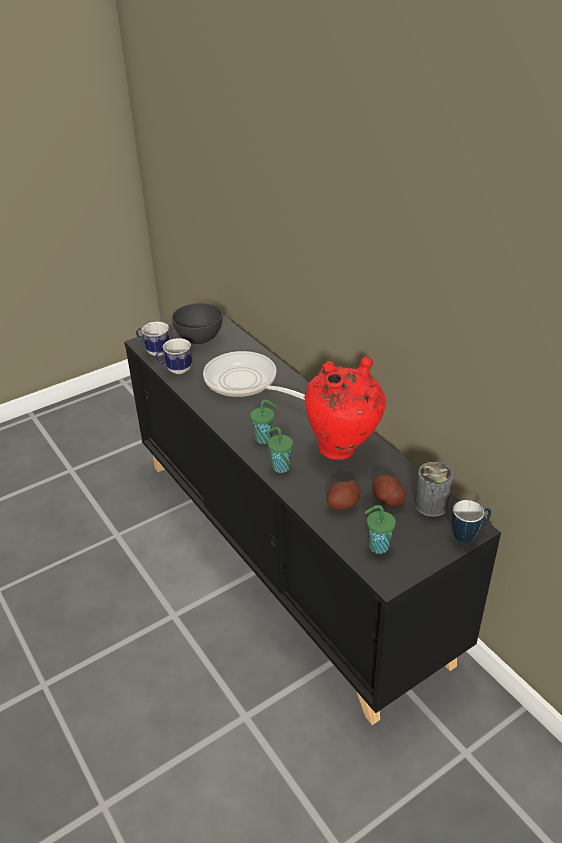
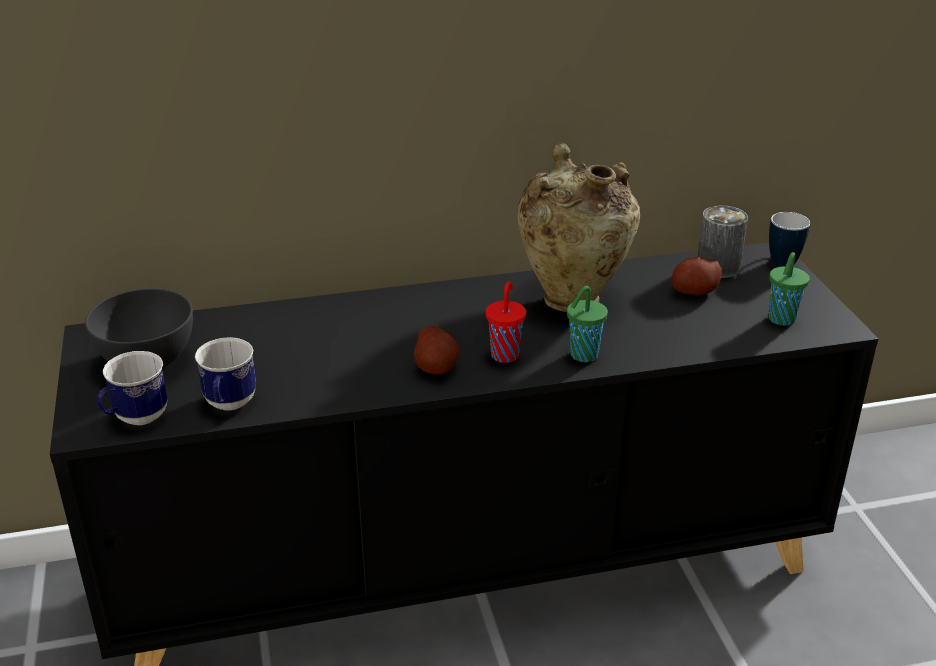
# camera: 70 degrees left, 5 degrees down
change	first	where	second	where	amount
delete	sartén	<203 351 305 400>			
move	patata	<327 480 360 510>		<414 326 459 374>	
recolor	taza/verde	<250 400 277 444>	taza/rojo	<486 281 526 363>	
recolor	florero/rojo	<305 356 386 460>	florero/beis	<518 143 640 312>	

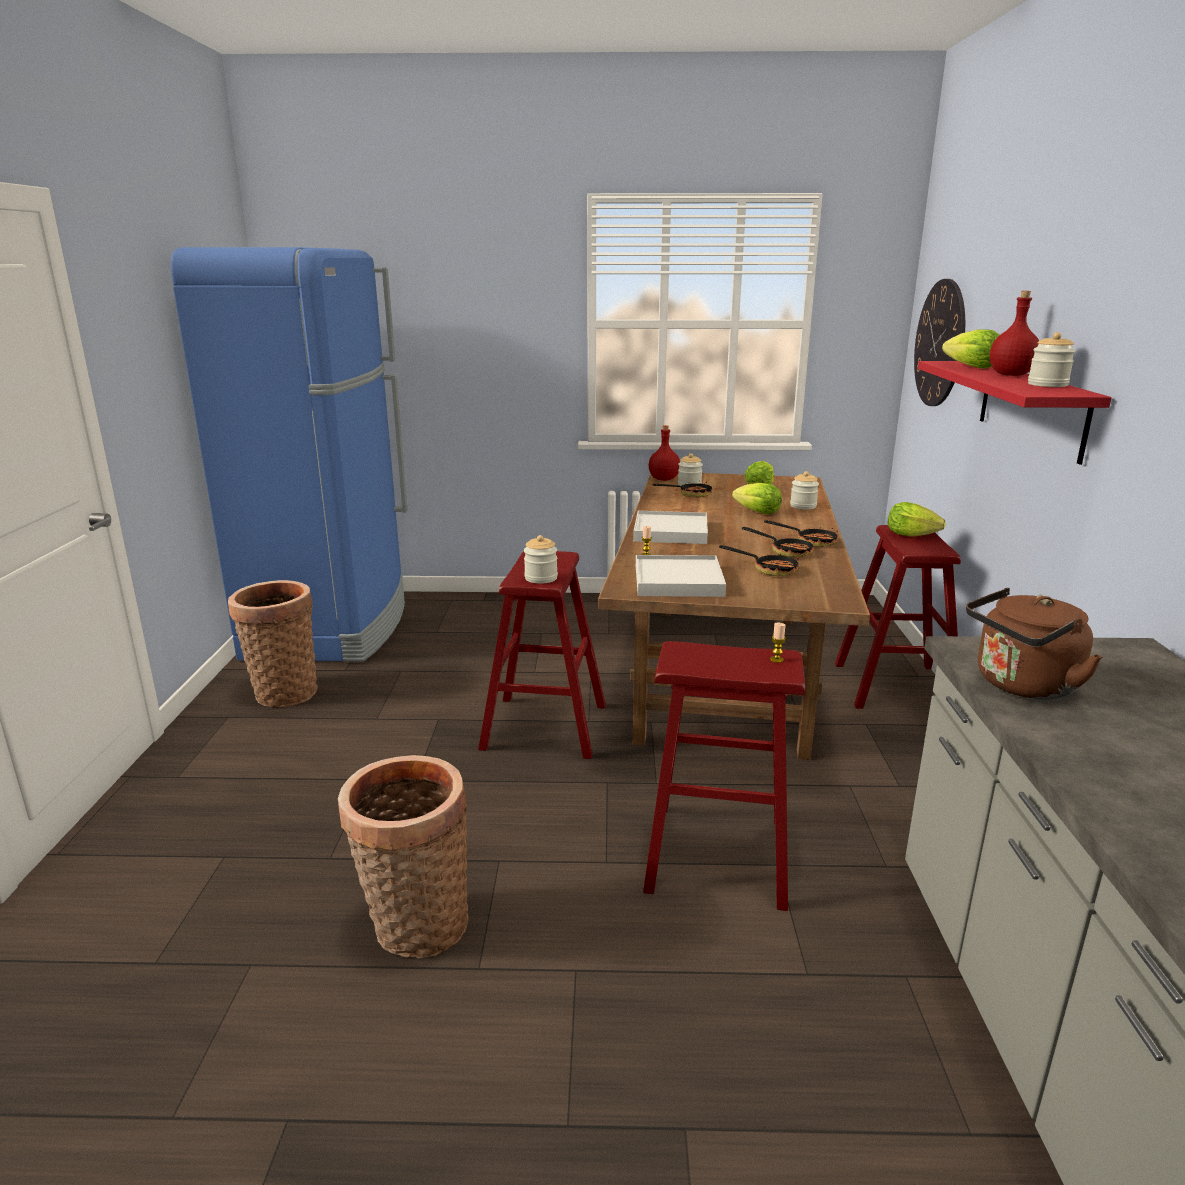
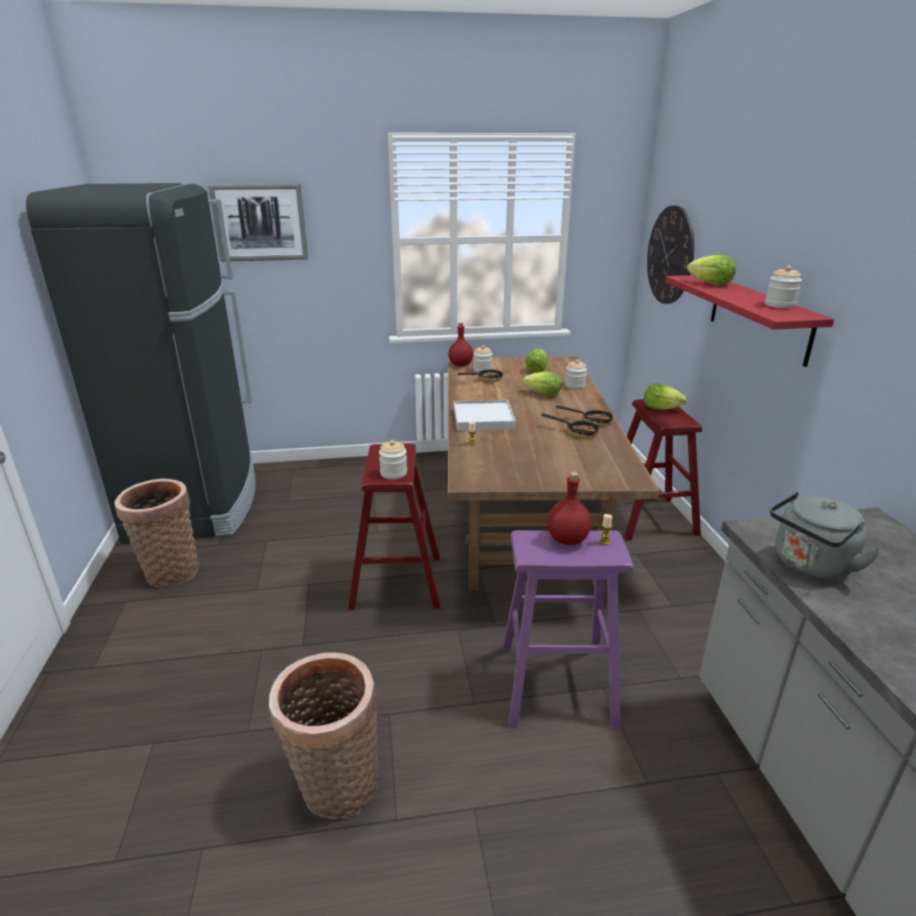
# camera: 10 degrees left, 5 degrees up
change	first	where	second	where	amount
delete	bandeja/blanco	<636 555 726 597>			
delete	sartén	<719 545 799 576>			
insert			cuadro	<208 184 308 262>	
move	botella/rojo	<990 291 1039 376>		<547 472 591 545>	
recolor	nevera/azul	<171 247 408 662>	nevera/negro	<26 183 256 544>	
recolor	taburete/rojo	<643 641 805 911>	taburete/morado	<502 530 634 729>	
recolor	hervidor/marrón	<966 588 1102 699>	hervidor/gris	<770 492 881 580>	

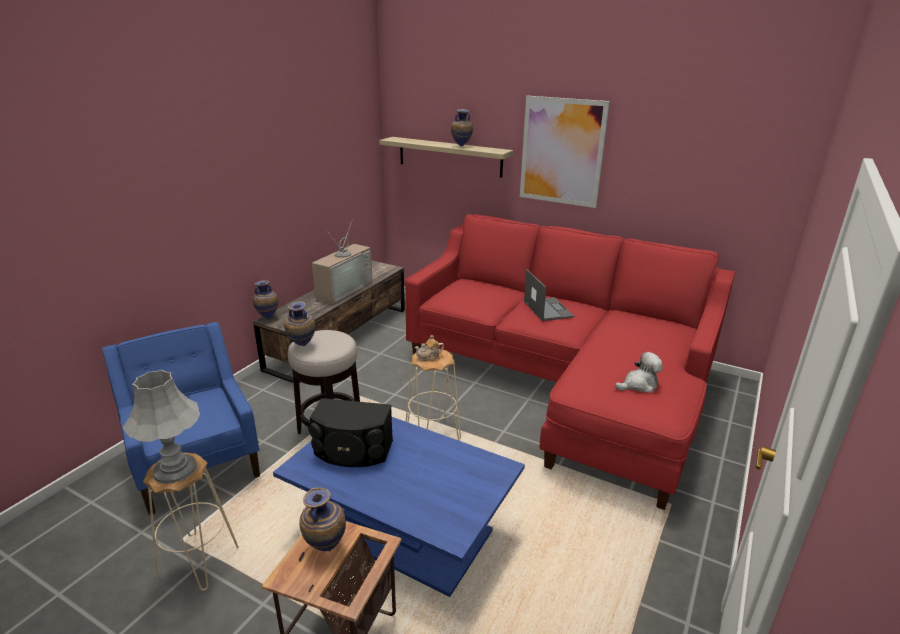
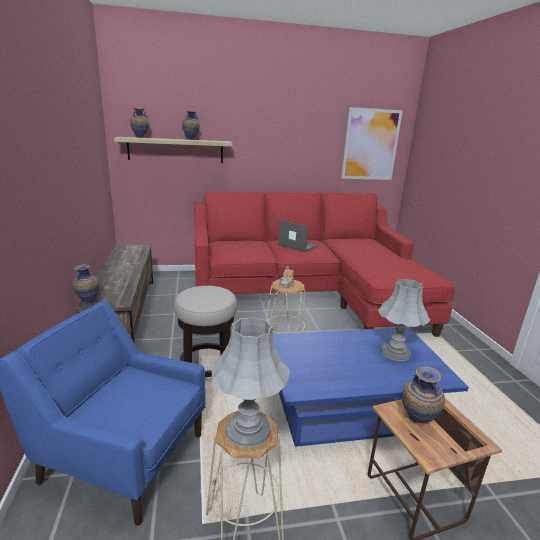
# camera: 40 degrees left, 5 degrees down
change	first	where	second	where	amount
delete	altavoz/negro	<308 398 393 467>			
delete	televisor	<312 219 373 304>			
delete	peluche	<615 352 663 393>			
insert			lámpara de mesa/gris	<378 279 430 361>	
move	florero	<284 301 316 346>		<130 108 149 138>	
move	cuadro	<520 96 610 208>		<341 107 403 180>	

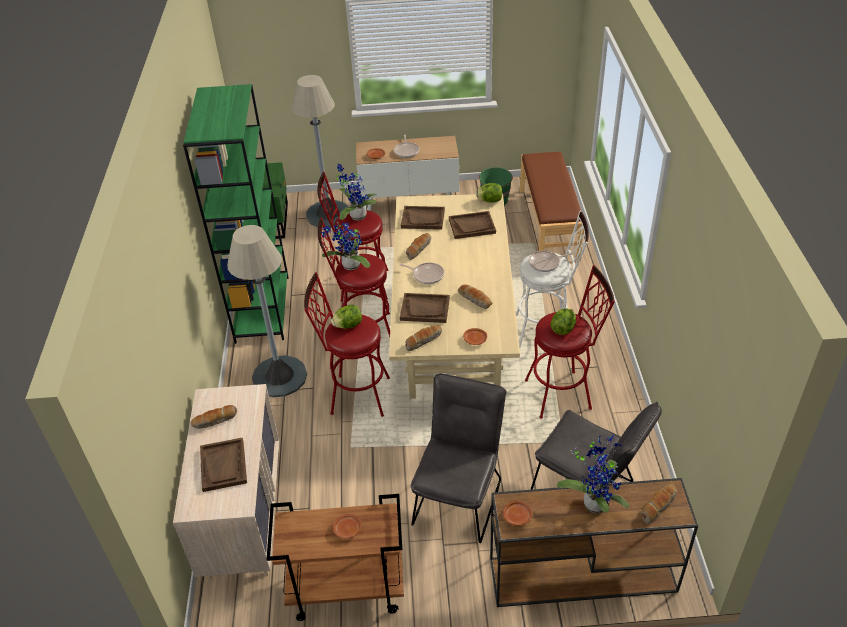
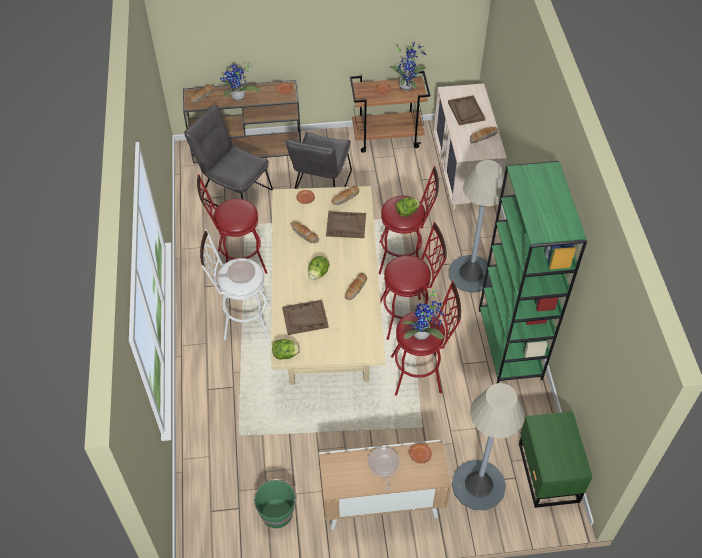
# camera: 175 degrees right, 10 degrees up
change	first	where	second	where	amount
delete	sartén	<400 262 444 284>			
delete	bandeja/marrón	<401 206 445 230>			
delete	banco/marrón	<520 152 584 261>			
move	planta en maceta	<321 222 370 270>		<389 42 426 91>	
move	lechuga	<550 308 576 335>		<308 256 330 280>	

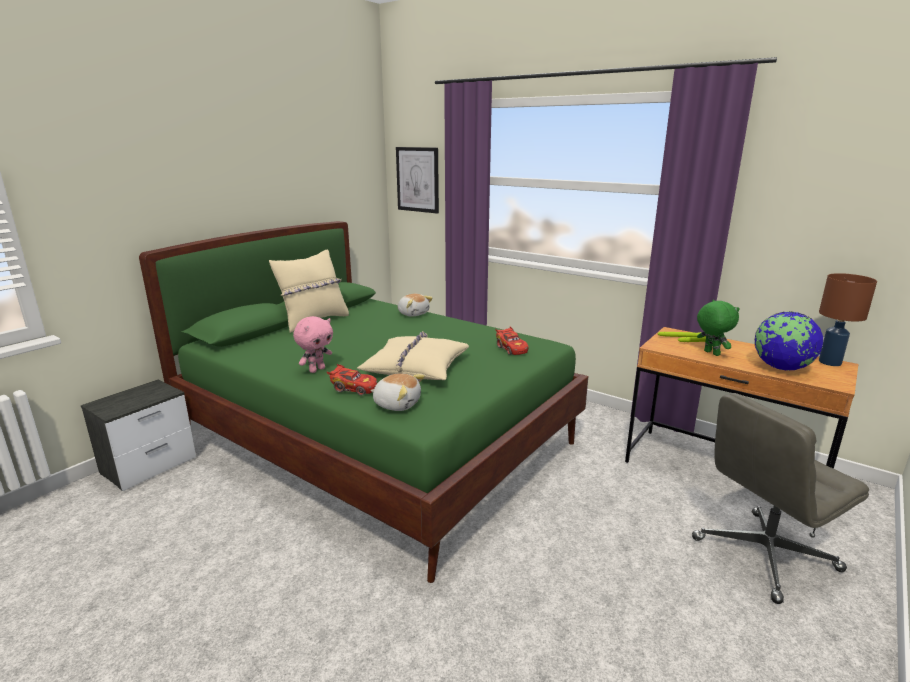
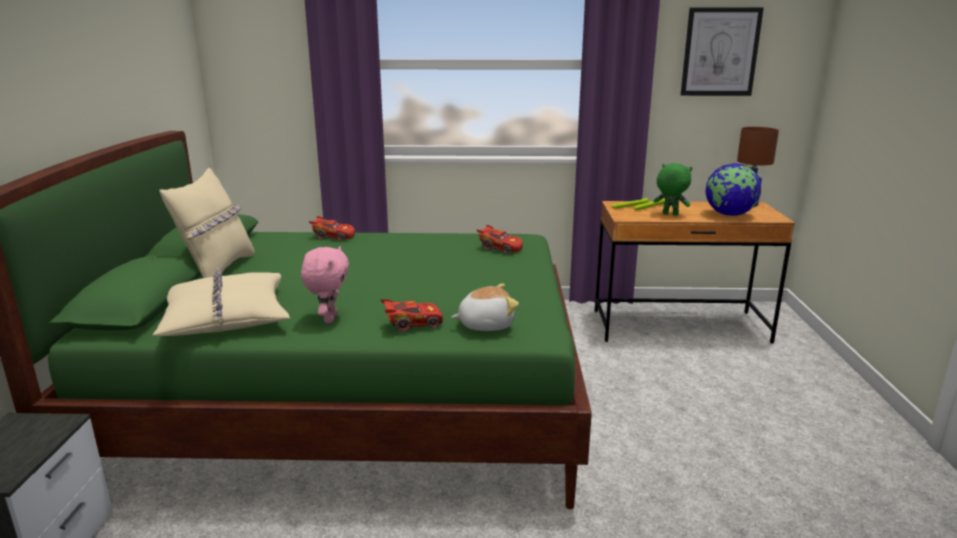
# camera: 35 degrees left, 0 degrees up
change	first	where	second	where	amount
delete	silla de oficina/gris	<692 393 869 604>			
move	cojín/beis	<357 331 469 380>		<152 268 290 336>	
move	cuadro	<396 147 439 213>		<681 7 764 96>	
replace	peluche	<398 294 433 317>	coche de juguete/rojo	<309 216 355 241>	

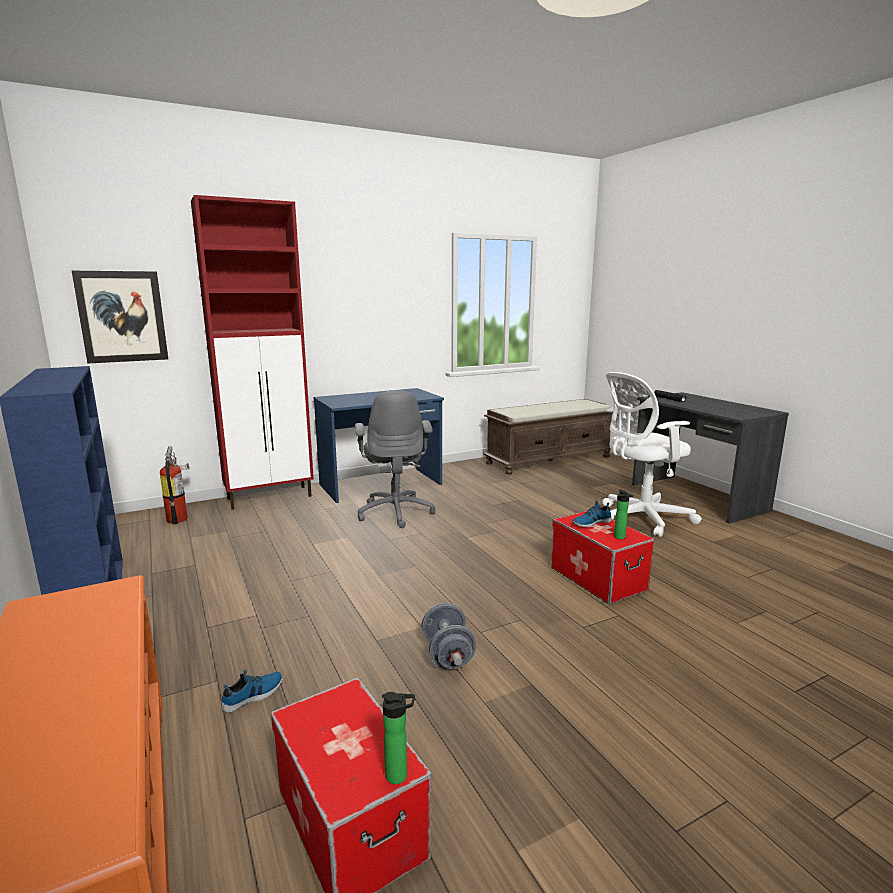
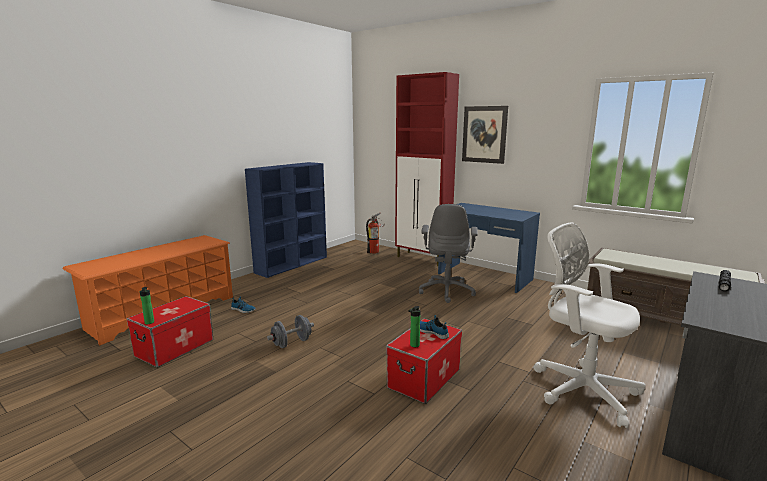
# camera: 65 degrees right, 0 degrees up
change	first	where	second	where	amount
move	cuadro	<72 271 168 364>		<462 106 508 164>	
rotate	silla de oficina/gris	<355 391 436 528>		<419 204 478 303>	45 degrees counterclockwise

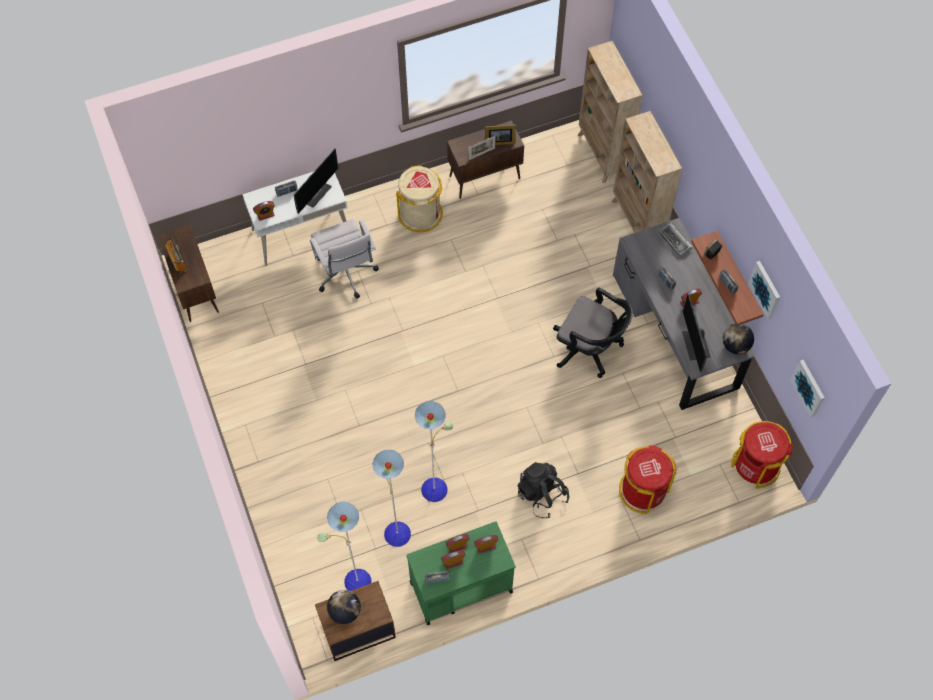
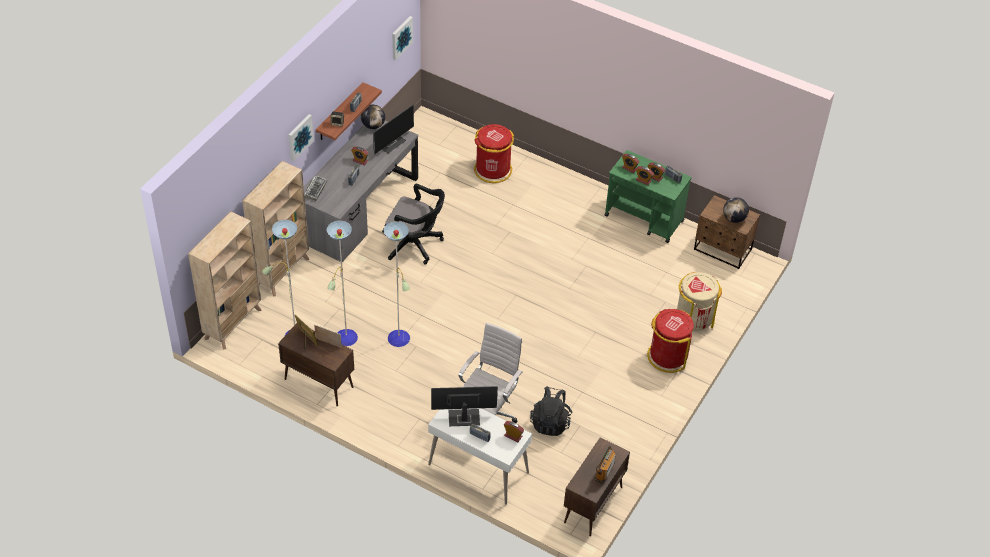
# camera: 130 degrees left, 15 degrees down
change	first	where	second	where	amount
move	lámpara de pie	<317 401 453 591>		<262 220 410 347>	
move	papelera/beis	<396 166 443 232>		<677 272 722 331>	
move	mochila/negro	<517 462 570 518>		<530 386 572 436>	
move	papelera/rojo	<731 421 793 488>		<647 309 694 373>	
move	cuadro	<748 261 780 319>		<288 114 314 162>	
rotate	silla de oficina/negro	<553 288 633 378>		<382 184 445 264>	120 degrees clockwise

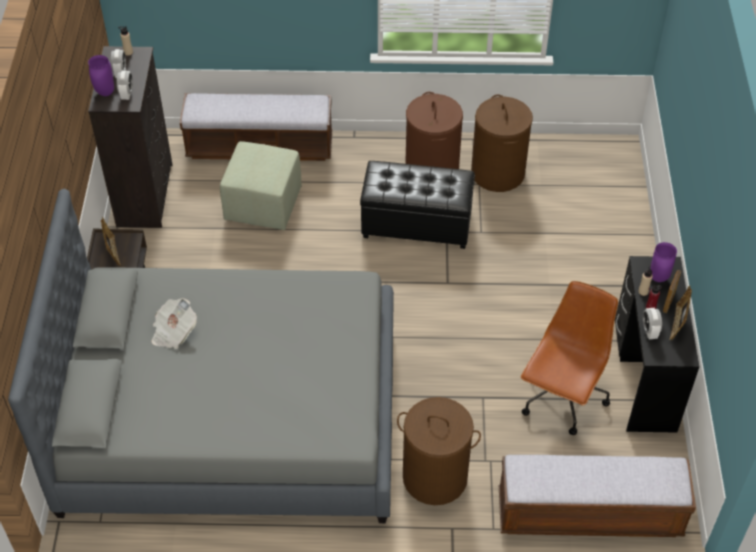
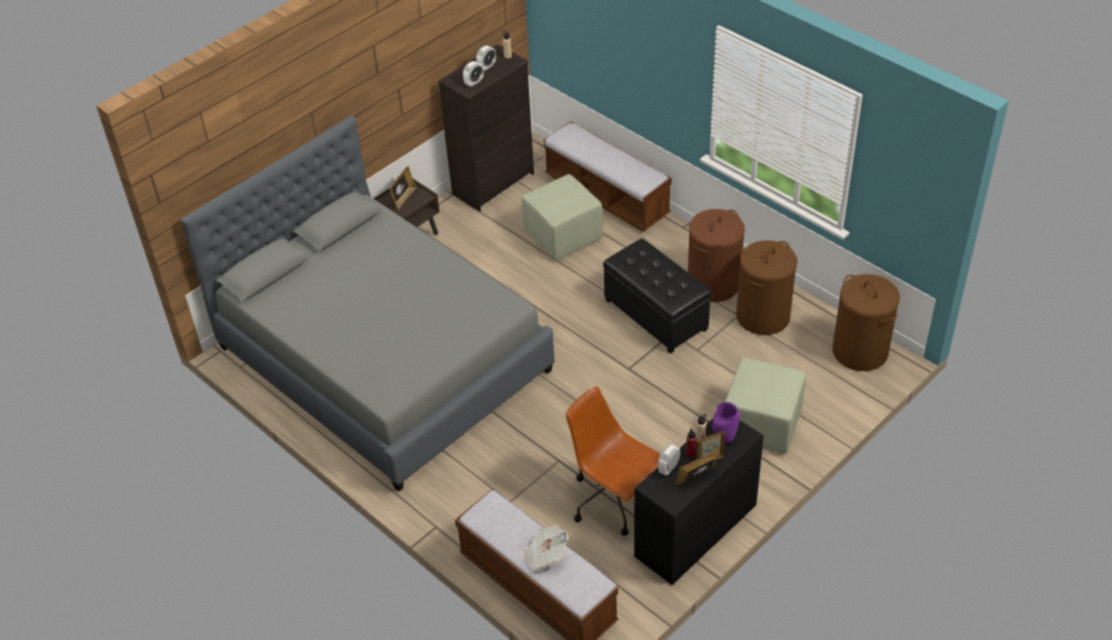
# camera: 45 degrees right, 5 degrees down
change	first	where	second	where	amount
delete	florero/morado	<88 55 114 96>			
insert			puf/verde	<725 357 806 454>	
move	periódico	<152 298 197 349>		<520 525 569 572>	
move	cesto de la ropa/marrón	<397 397 481 505>		<833 274 900 371>	
rotate	silla de oficina/marrón	<521 281 618 435>		<566 386 660 536>	120 degrees counterclockwise

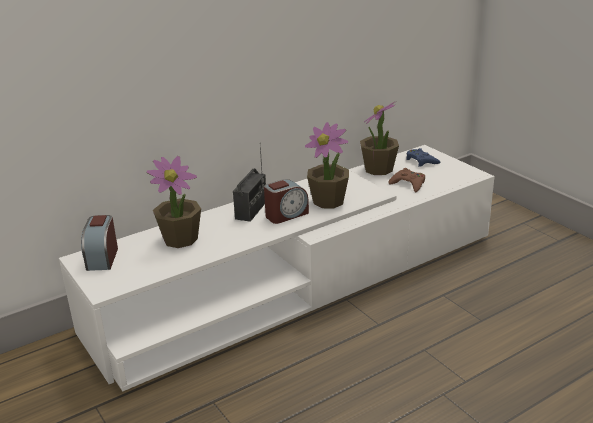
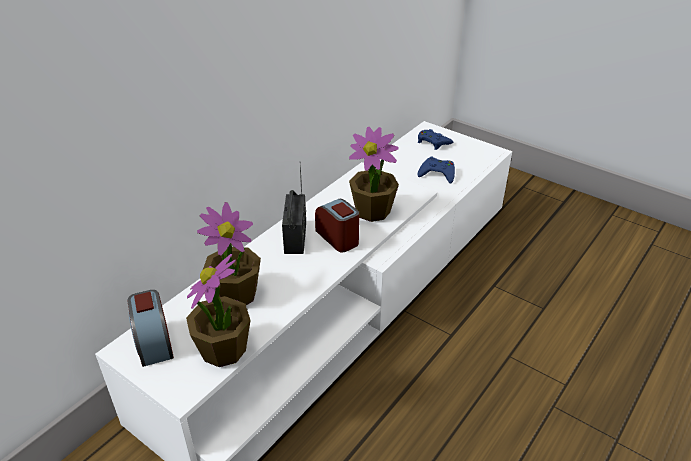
# camera: 20 degrees left, 10 degrees up
change	first	where	second	where	amount
move	planta en maceta	<360 102 399 175>		<186 254 251 367>	
recolor	mando de consola/marrón	<388 168 425 192>	mando de consola/azul	<418 157 455 184>	
rotate	despertador	<264 179 309 224>		<315 199 359 252>	75 degrees counterclockwise

